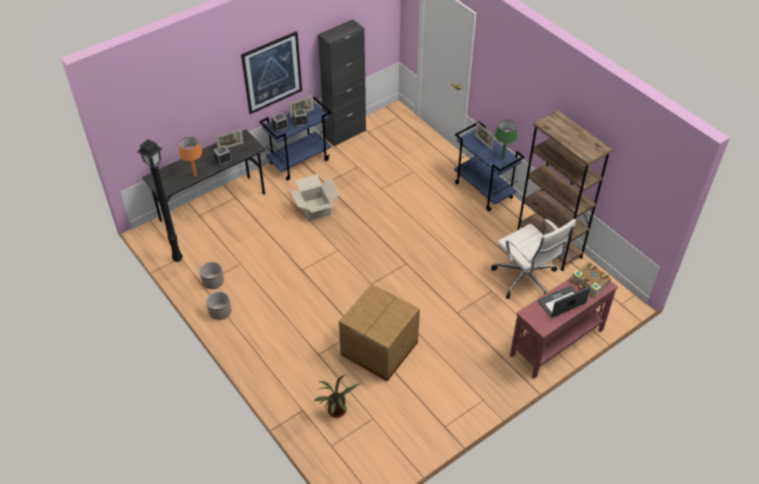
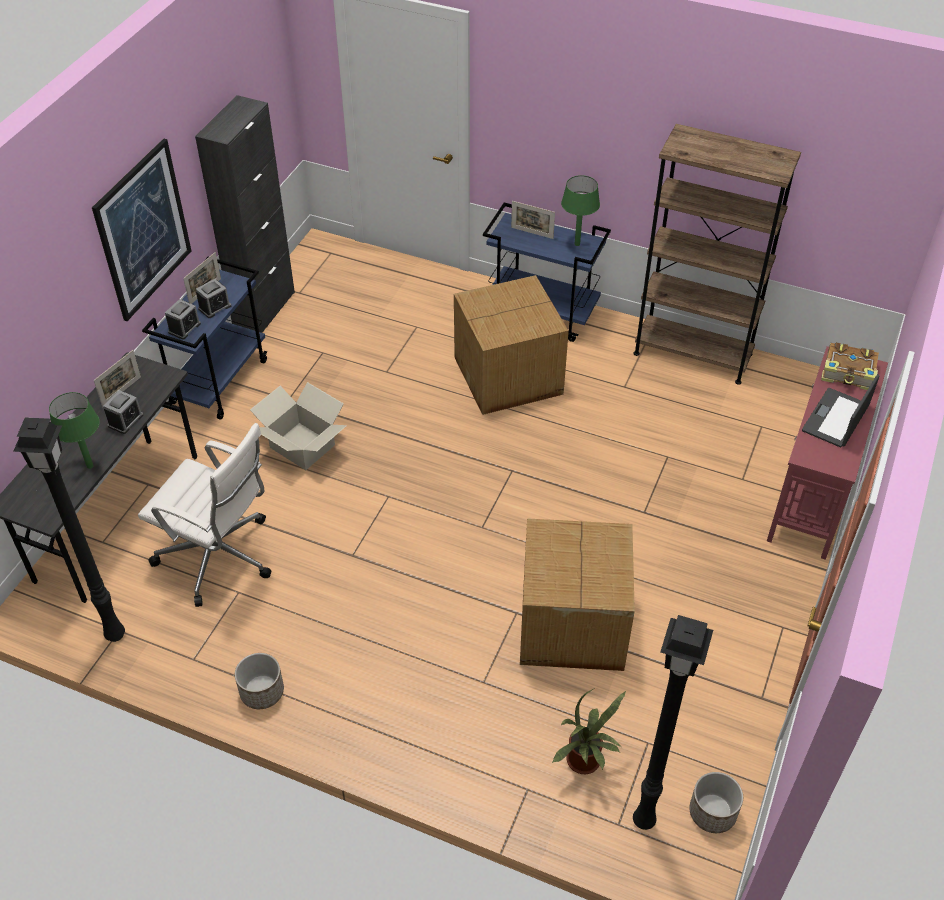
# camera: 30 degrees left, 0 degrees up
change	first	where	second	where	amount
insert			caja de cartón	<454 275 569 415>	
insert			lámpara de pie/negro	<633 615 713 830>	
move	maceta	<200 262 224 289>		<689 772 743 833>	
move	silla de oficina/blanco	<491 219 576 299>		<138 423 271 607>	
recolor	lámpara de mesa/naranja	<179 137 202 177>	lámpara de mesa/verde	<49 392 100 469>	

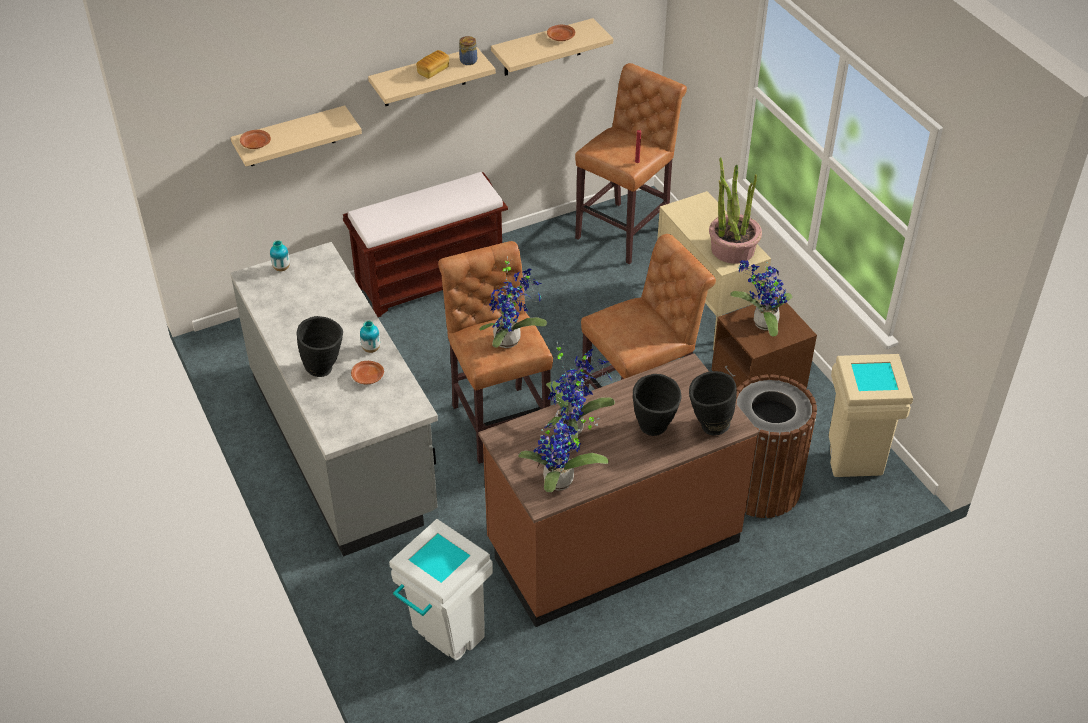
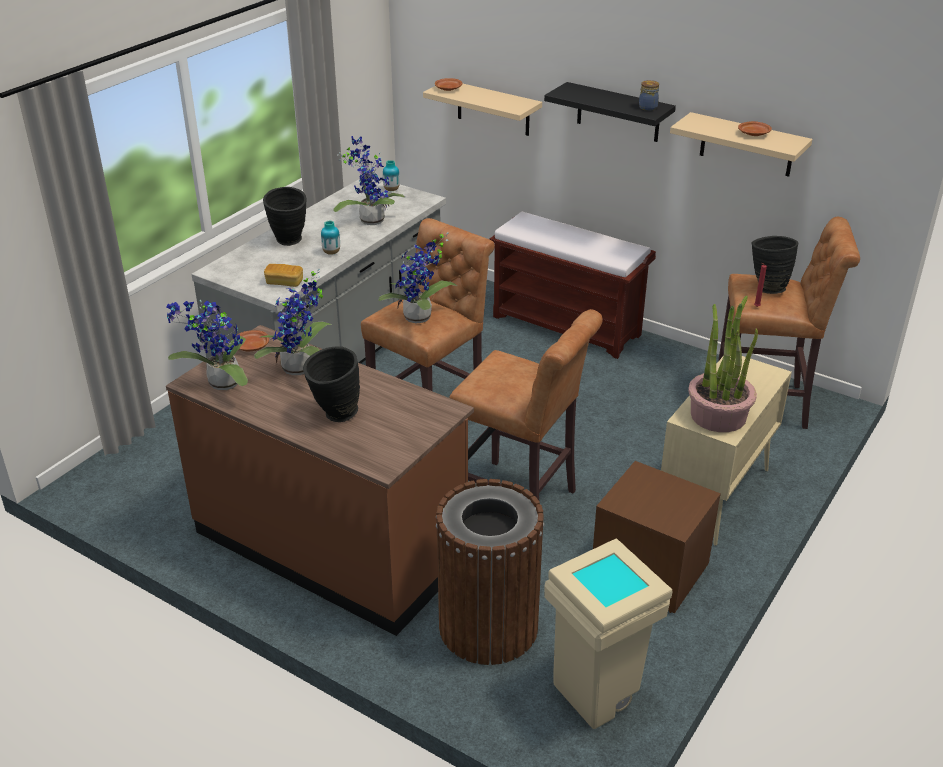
# camera: 60 degrees right, 10 degrees down
change	first	where	second	where	amount
delete	papelera/blanco	<389 519 493 660>			
move	plato/marrón	<351 361 384 384>		<236 330 269 351>	
move	pan	<416 50 449 79>		<264 264 303 287>	
move	florero/negro	<689 371 737 436>		<751 236 798 294>	
move	planta en maceta	<730 260 792 336>		<333 136 405 225>	
recolor	estante/beis	<368 47 496 106>	estante/negro	<544 82 676 142>	

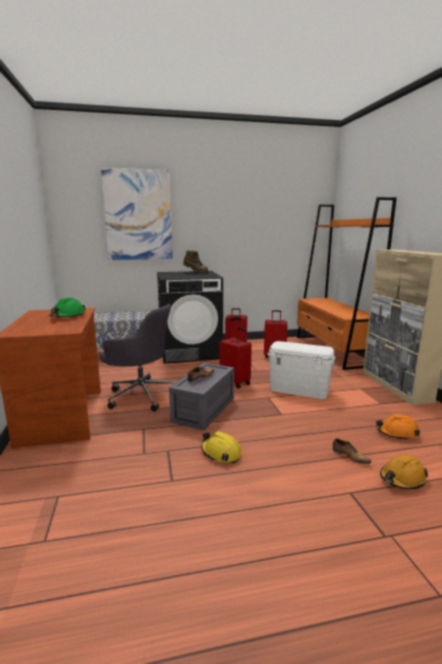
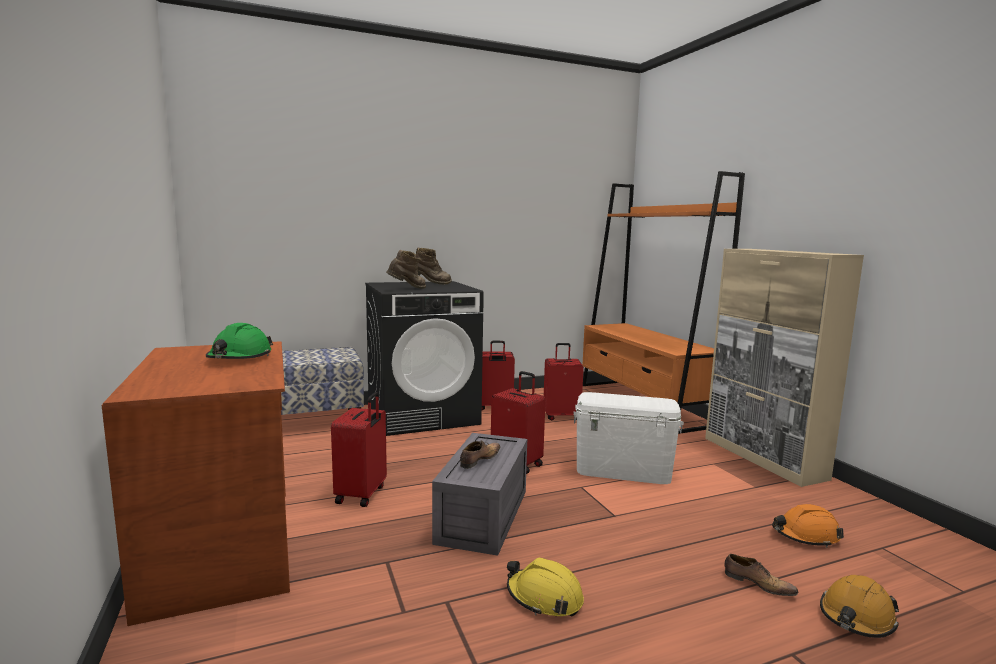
# camera: 10 degrees left, 5 degrees down
change	first	where	second	where	amount
delete	cuadro	<101 168 173 260>			
insert			bota/marrón	<386 250 426 289>	
replace	silla de oficina/gris	<100 304 176 411>	maleta/rojo	<331 392 387 507>	

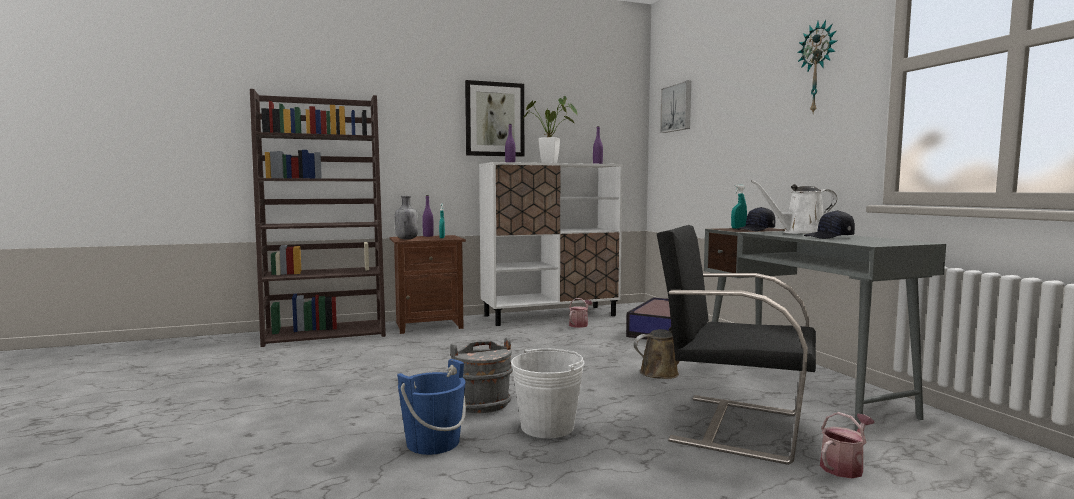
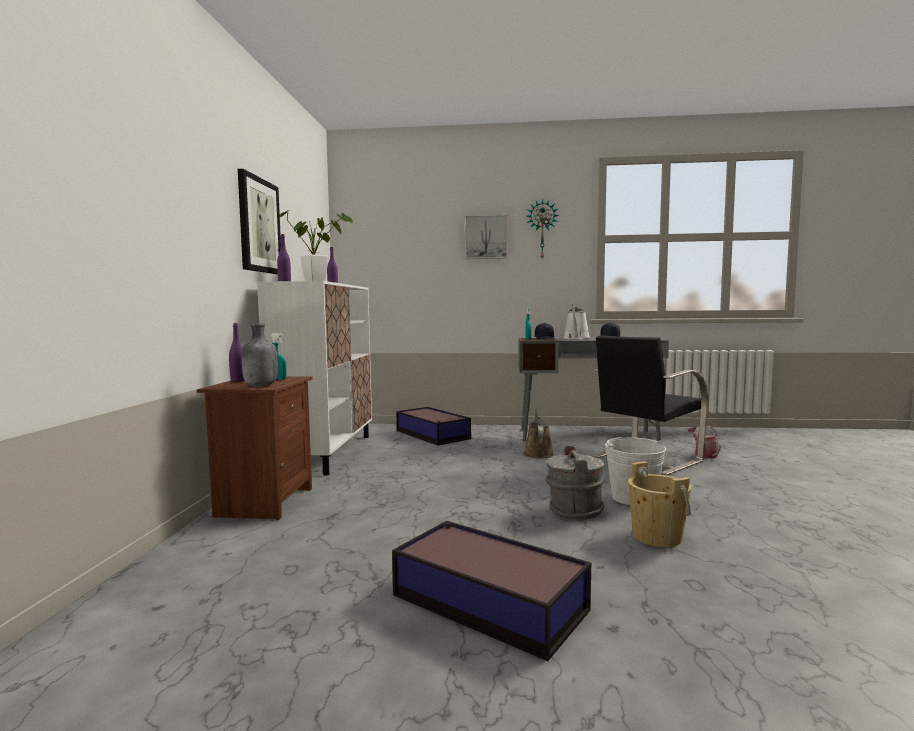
# camera: 65 degrees left, 0 degrees up
change	first	where	second	where	amount
delete	estantería/marrón	<250 89 386 347>			
delete	regadera	<569 298 592 328>			
insert			caja de almacenaje	<392 521 591 661>	
move	cuadro	<660 80 691 133>		<465 215 507 259>	
recolor	cubo/azul	<397 359 466 455>	cubo/beis	<628 461 691 547>	

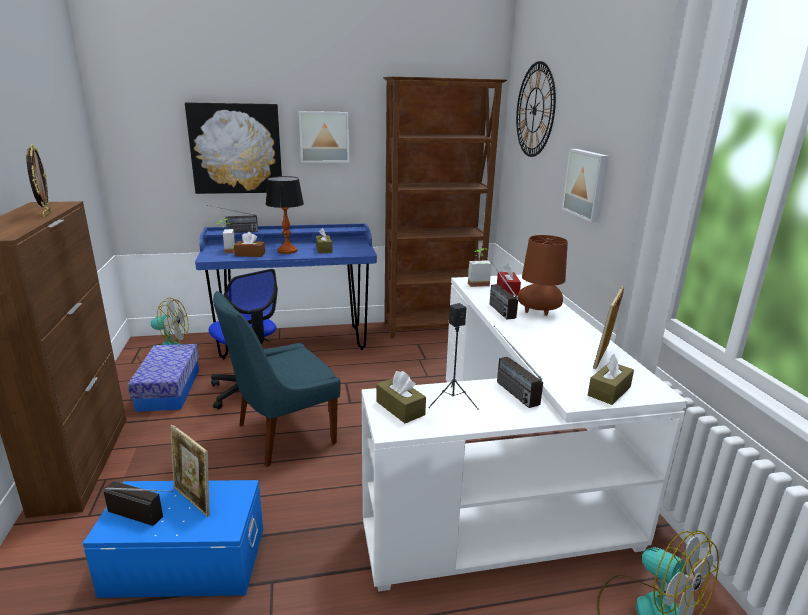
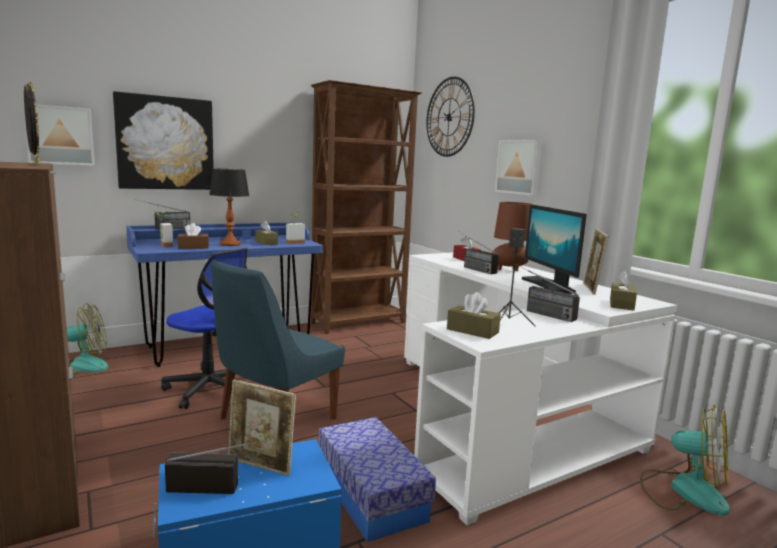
# camera: 20 degrees left, 10 degrees down
change	first	where	second	where	amount
insert			monitor	<522 204 587 294>	
move	caja de almacenaje	<128 344 199 412>		<319 417 436 542>	
move	cuadro	<299 111 349 163>		<23 103 95 166>	
move	planta en maceta	<468 248 492 287>		<286 212 305 245>	

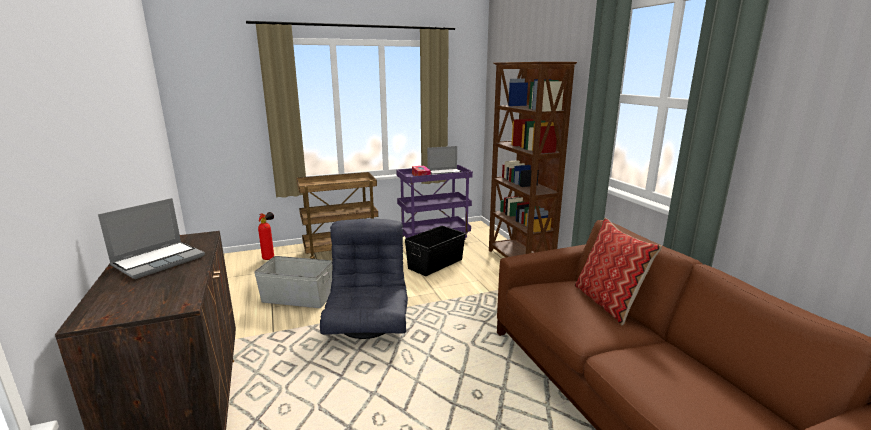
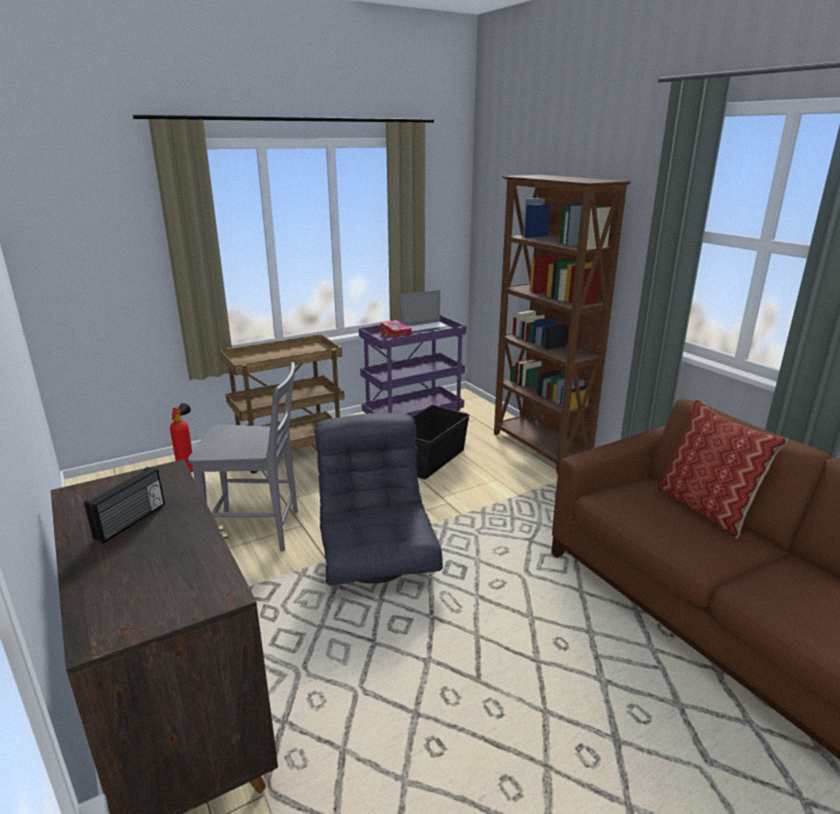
# camera: 10 degrees left, 5 degrees up
change	first	where	second	where	amount
replace	portátil	<98 198 205 279>	radio	<84 467 165 543>	
replace	caja de almacenaje/gris	<254 256 332 308>	silla/gris	<188 362 298 551>	

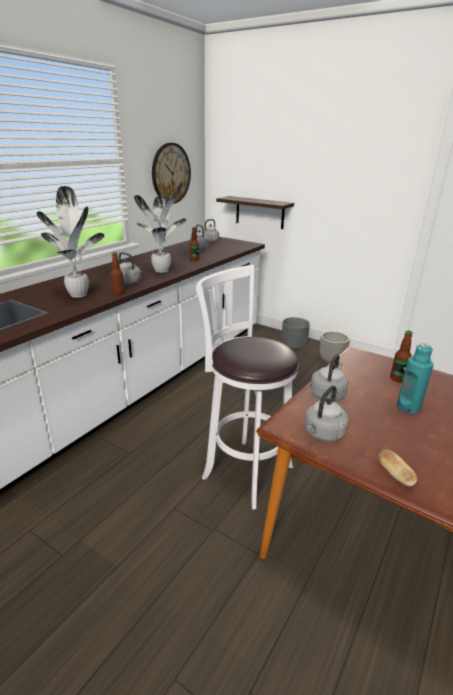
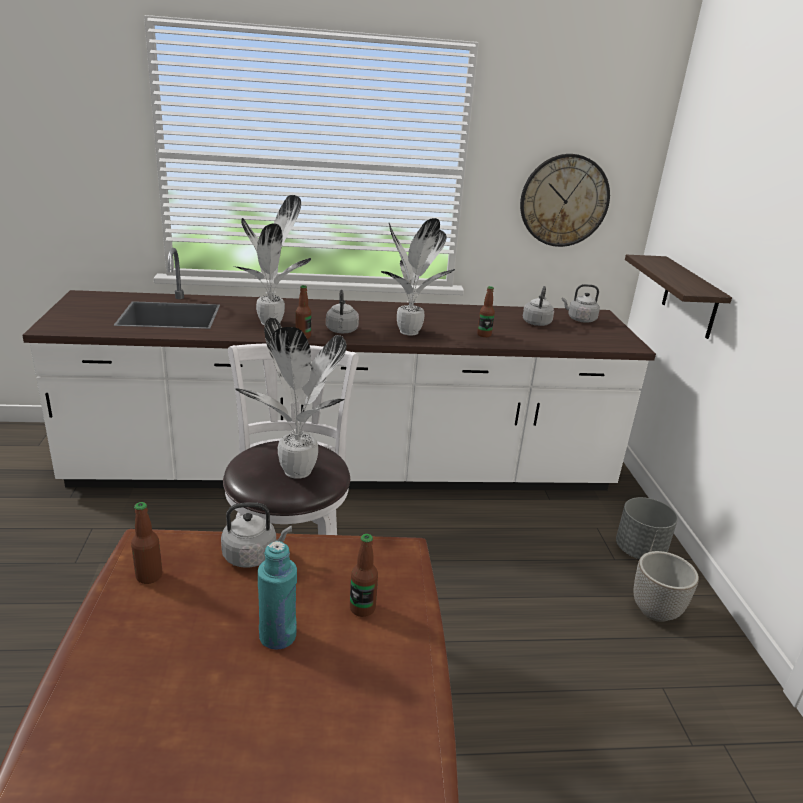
# camera: 50 degrees right, 0 degrees up
change	first	where	second	where	amount
delete	pan	<379 449 418 486>			
insert			planta en maceta	<235 318 347 479>	
replace	hervidor/gris	<305 385 349 441>	botella	<131 502 162 584>	

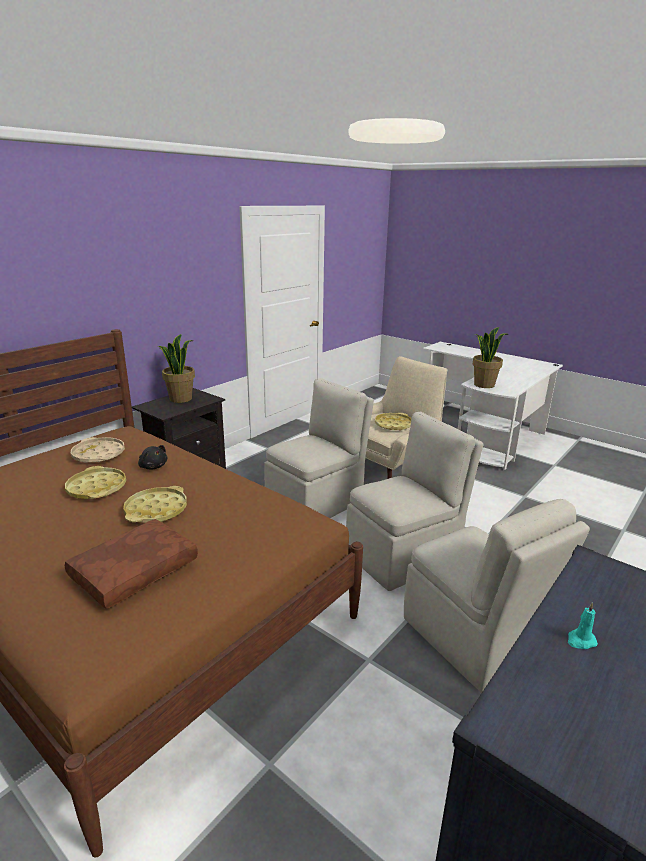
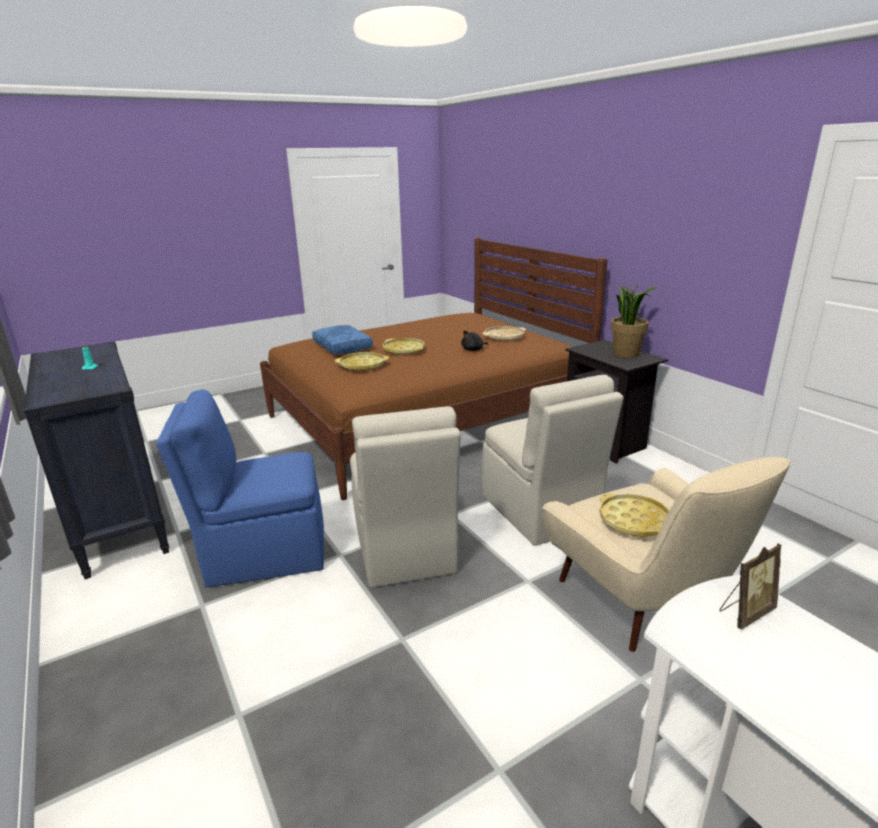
# camera: 110 degrees right, 0 degrees up
change	first	where	second	where	amount
move	bandeja/amarillo	<65 466 126 499>		<335 352 389 371>	
replace	planta en maceta	<473 327 509 388>	portarretratos	<719 543 781 630>	
recolor	cojín/marrón	<65 519 198 609>	cojín/azul	<312 325 373 354>	
recolor	silla/beis	<404 499 590 693>	silla/azul	<156 389 324 588>	

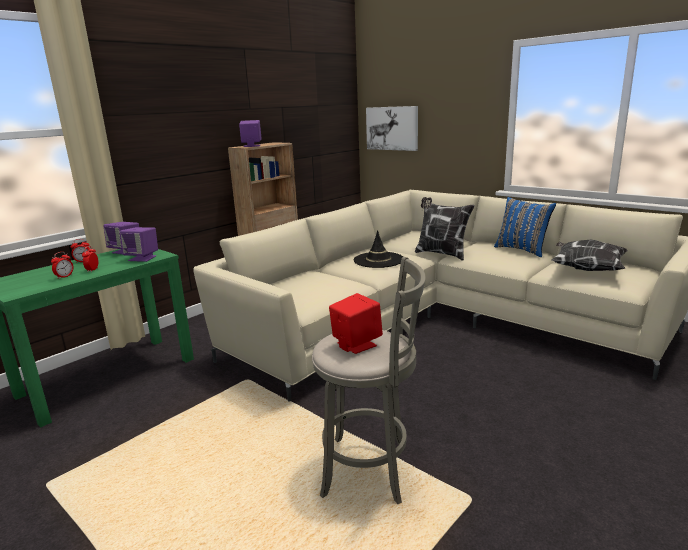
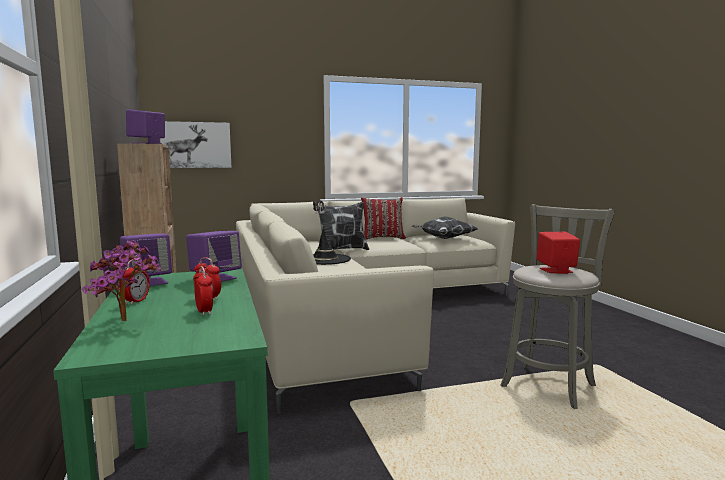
# camera: 60 degrees left, 10 degrees down
change	first	where	second	where	amount
insert			planta en maceta	<82 240 161 321>	
recolor	cojín/azul	<494 197 556 257>	cojín/rojo	<361 197 406 240>	

